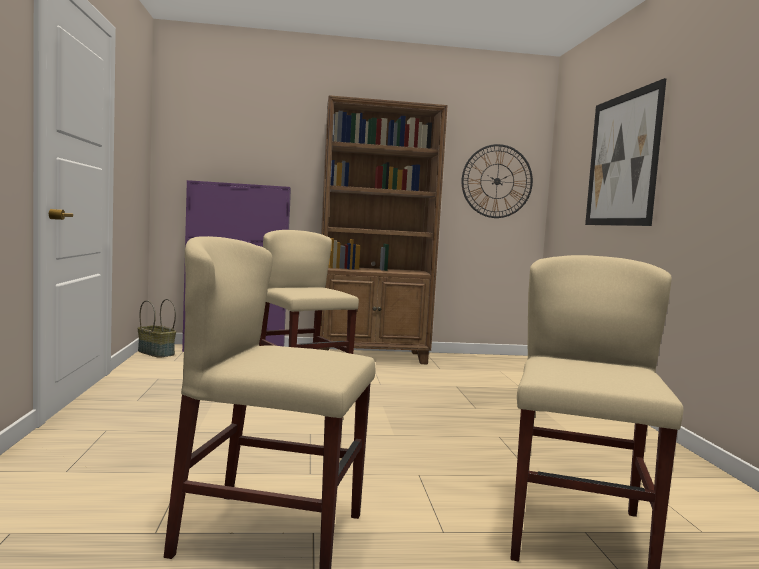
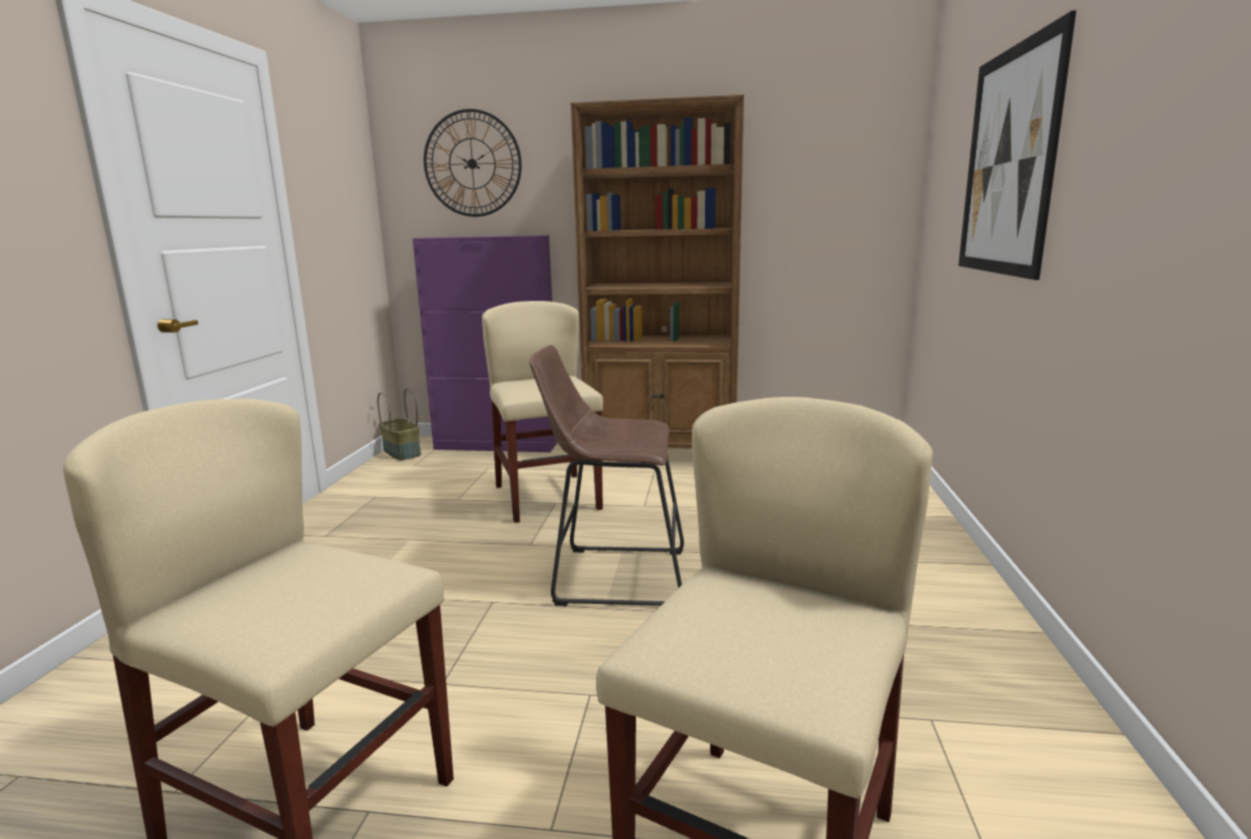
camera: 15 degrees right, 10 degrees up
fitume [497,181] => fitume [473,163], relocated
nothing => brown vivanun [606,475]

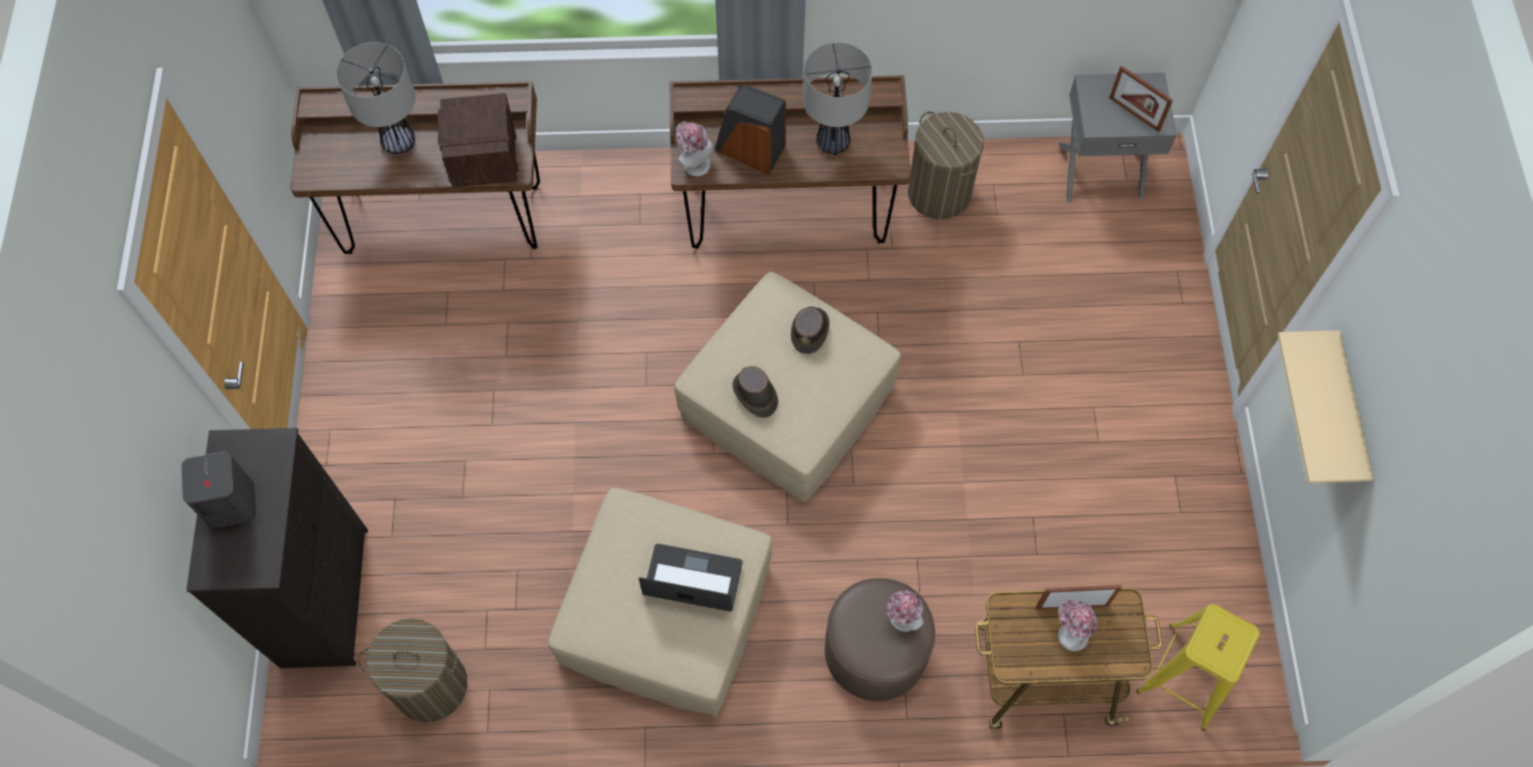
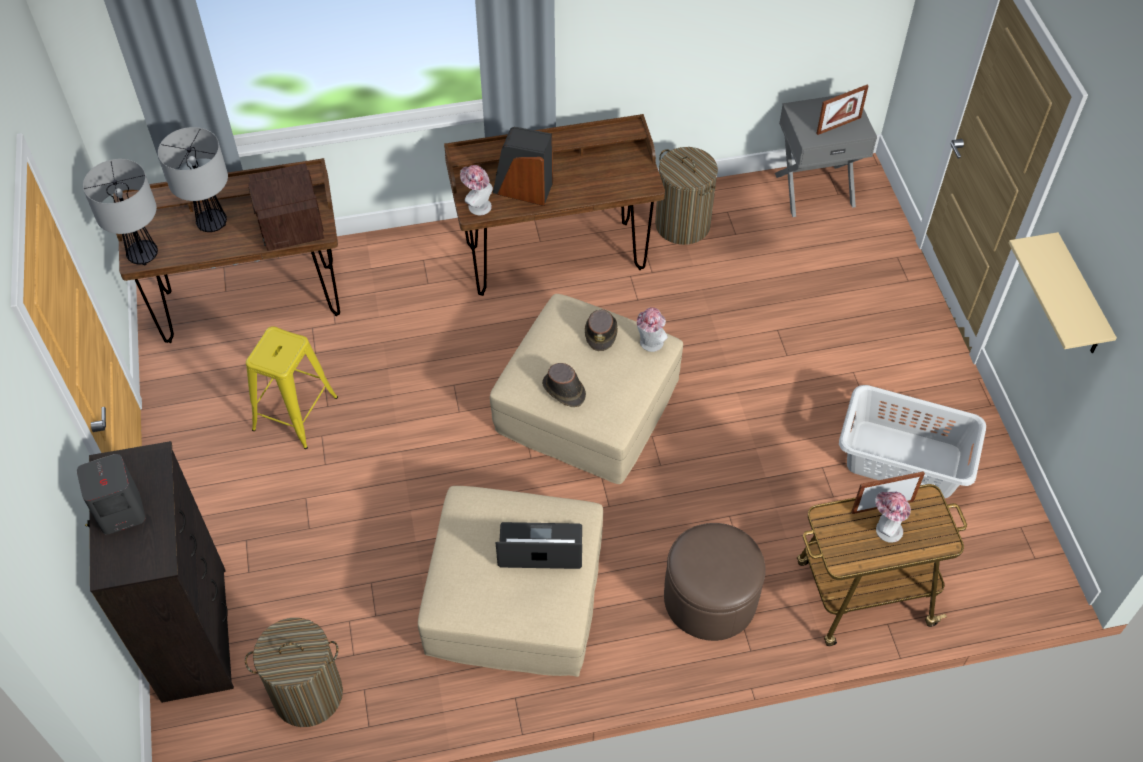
camera: 10 degrees left, 10 degrees down
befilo [838,98] => befilo [120,212], relocated
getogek [1141,98] => getogek [842,110], 60 degrees counterclockwise
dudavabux [904,611] => dudavabux [652,329], relocated
yellow vivanun [1198,667] => yellow vivanun [292,387], relocated
nothing => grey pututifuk [912,441]

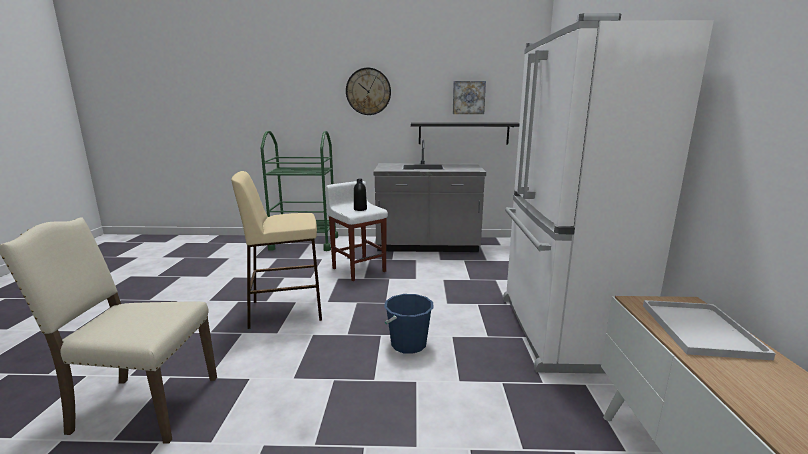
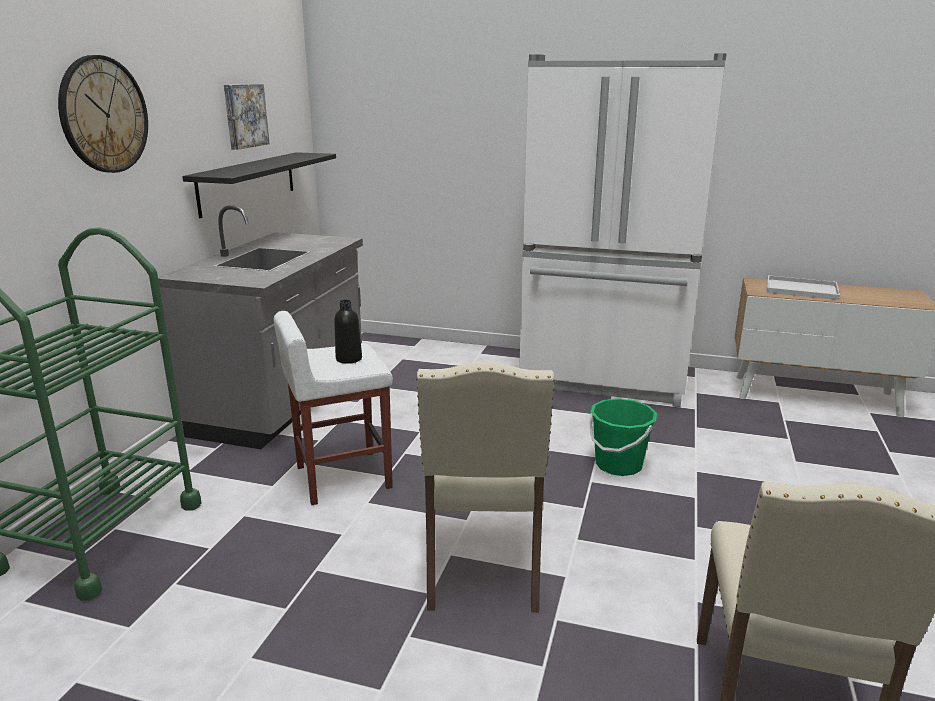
camera: 75 degrees left, 5 degrees up
beige vivanun [276,250] => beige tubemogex [485,487]
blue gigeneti [409,324] => green gigeneti [623,437]

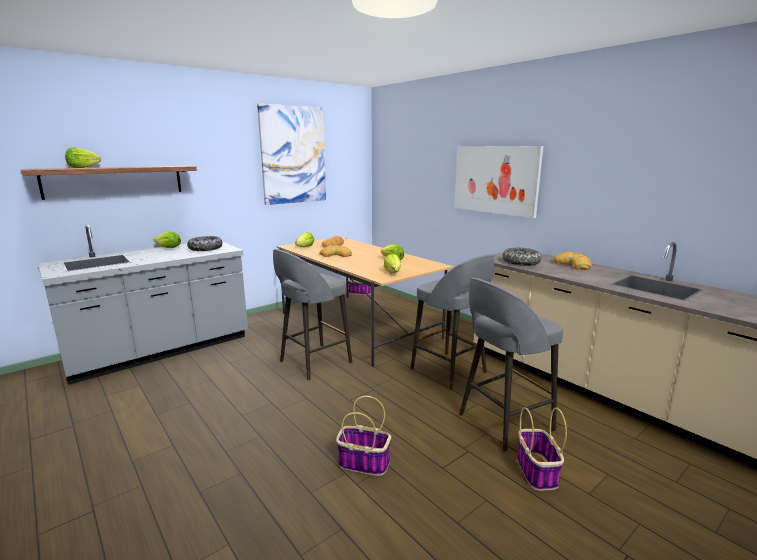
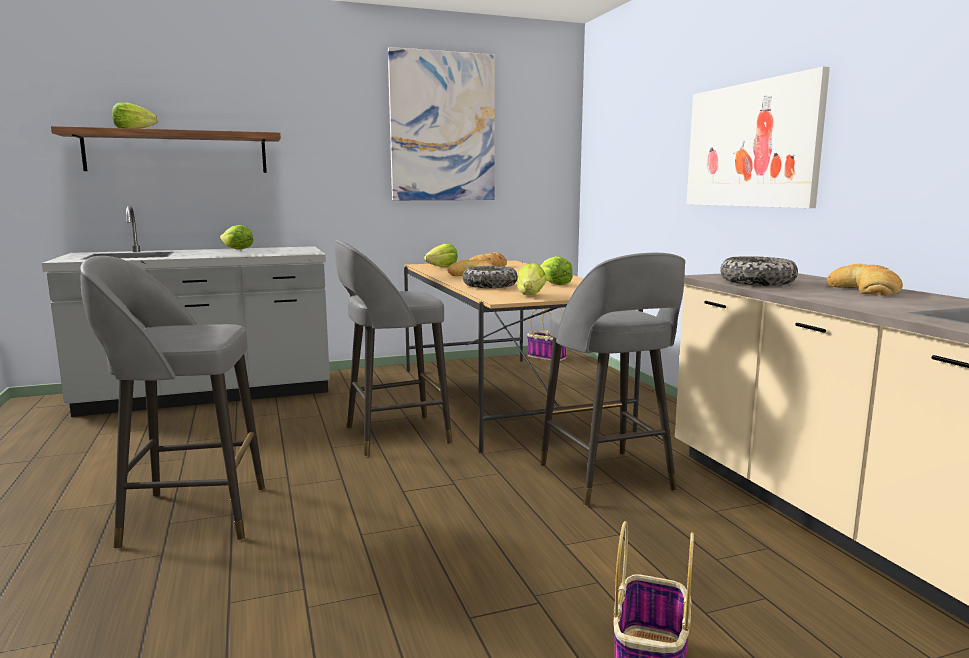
camera: 20 degrees right, 5 degrees down
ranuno [204,243] => ranuno [490,277], relocated
grey vivanun [511,365] => grey vivanun [173,402], relocated
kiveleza [363,436] => nothing

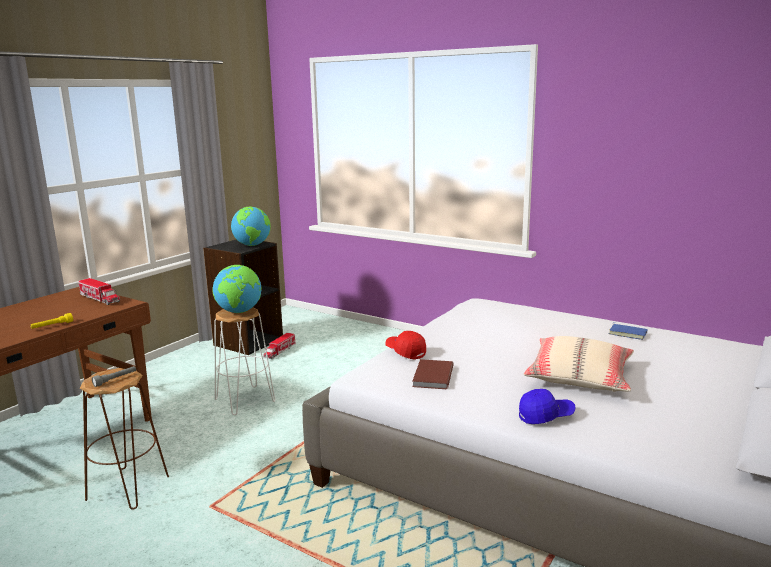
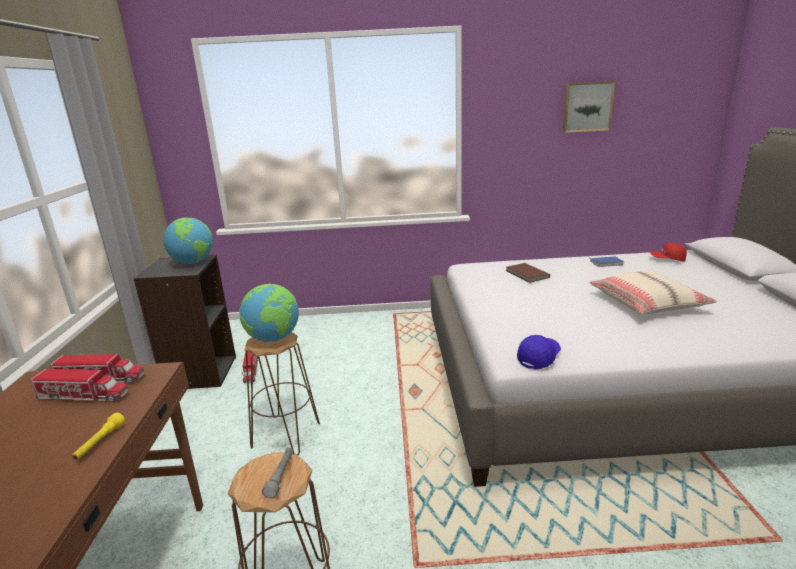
camera: 35 degrees left, 5 degrees up
white vivanun [245,361] => brown vivanun [282,393]
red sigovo [405,345] => red sigovo [668,252], relocated
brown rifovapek [432,374] => brown rifovapek [528,273], relocated
blue sigovo [547,406] => blue sigovo [539,352], relocated
nothing => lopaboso [589,107]
nothing => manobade [79,385]

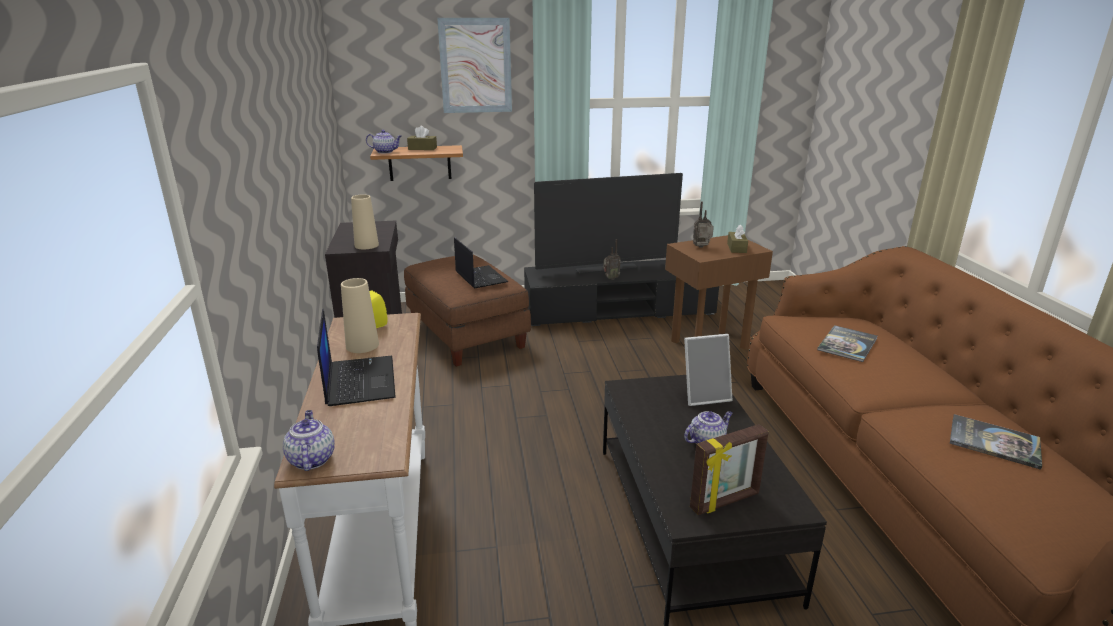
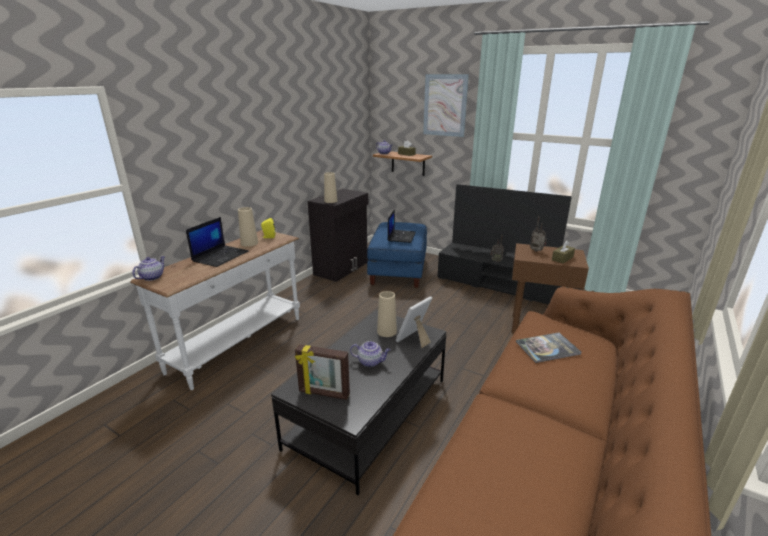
camera: 40 degrees right, 0 degrees up
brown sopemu [467,311] => blue sopemu [397,255]
getogek [708,370] => getogek [414,322], 105 degrees clockwise
rifovapek [996,442] => nothing
nothing => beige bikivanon [387,314]

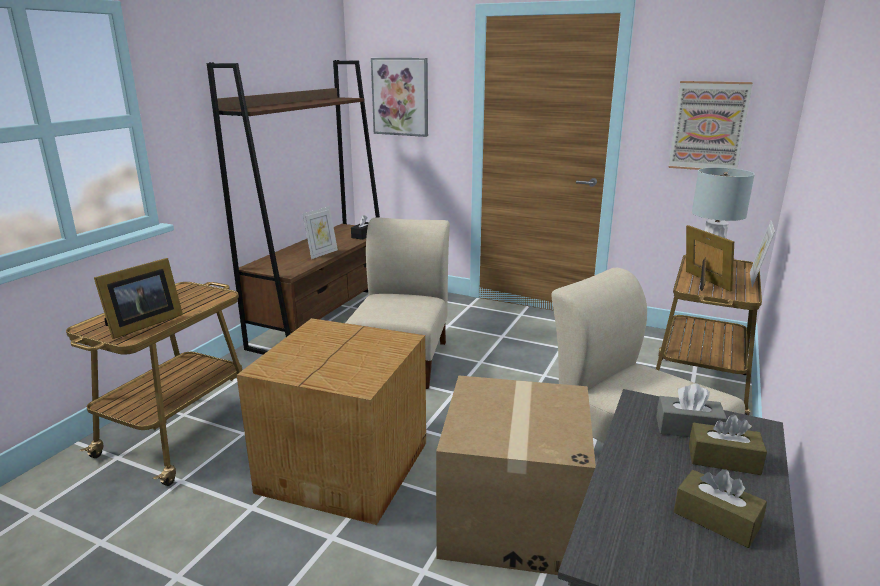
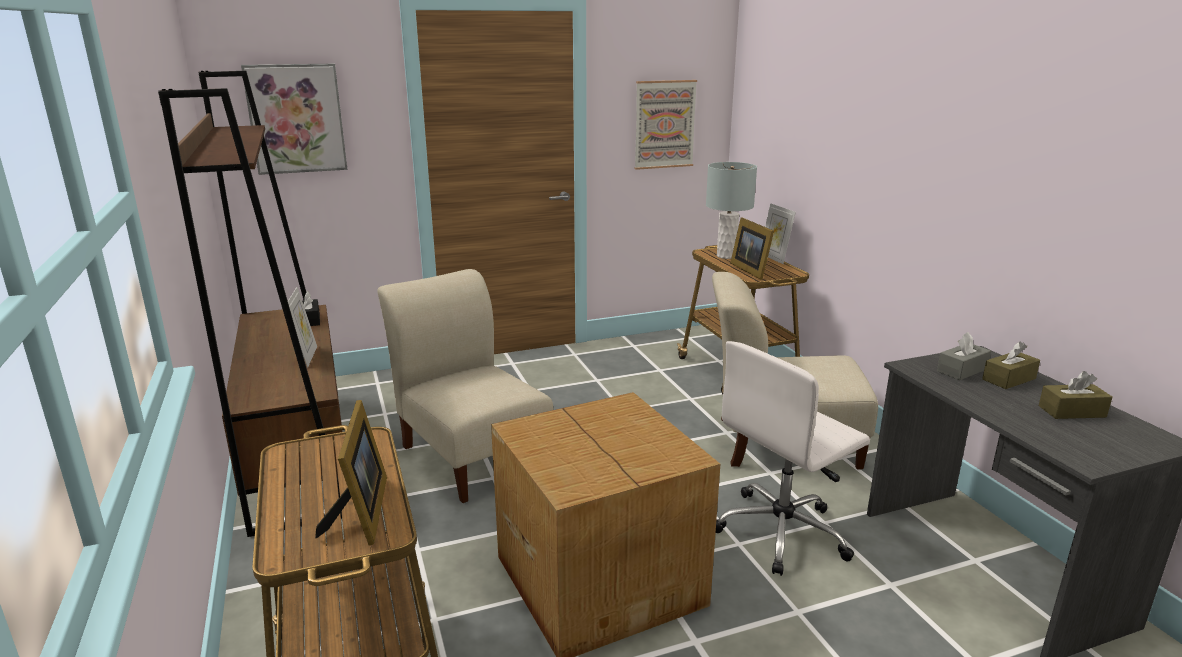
camera: 45 degrees left, 0 degrees up
getogek [710,258] => getogek [752,248], 135 degrees counterclockwise
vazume [516,475] => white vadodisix [793,458]

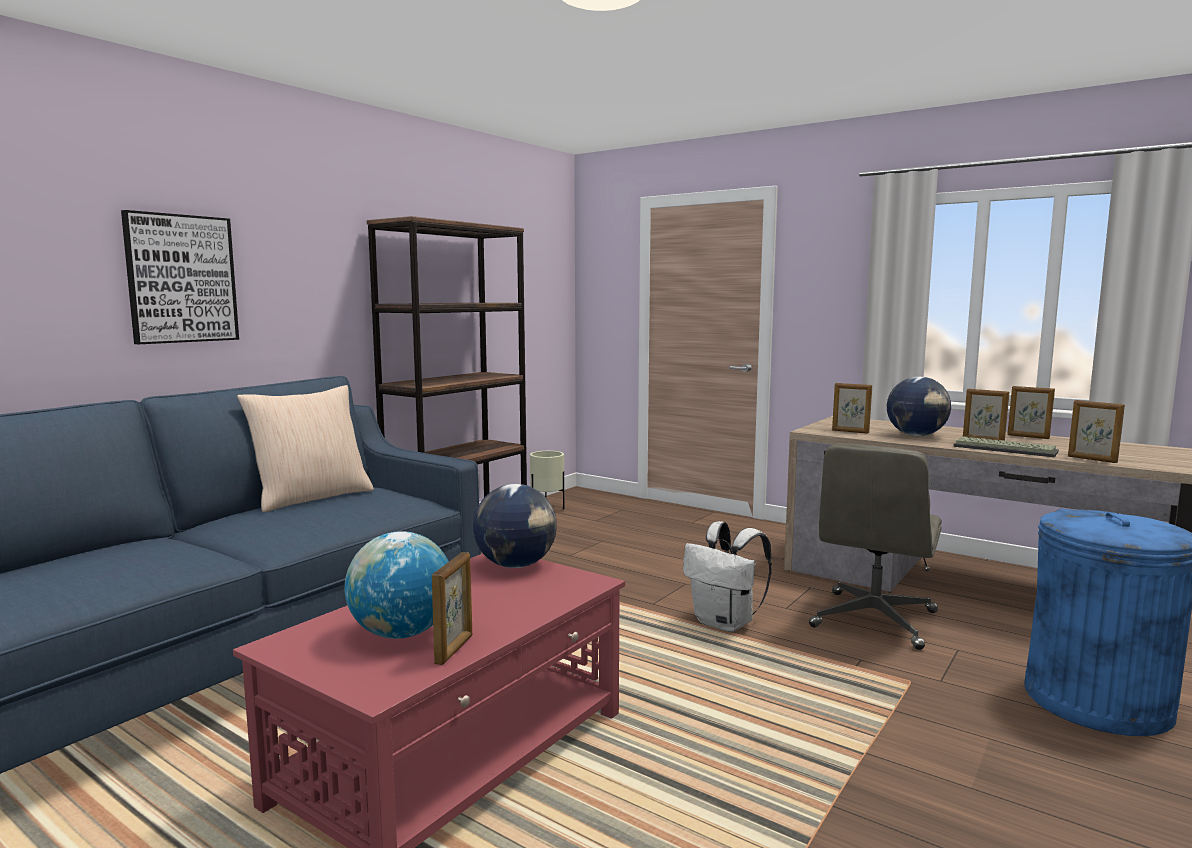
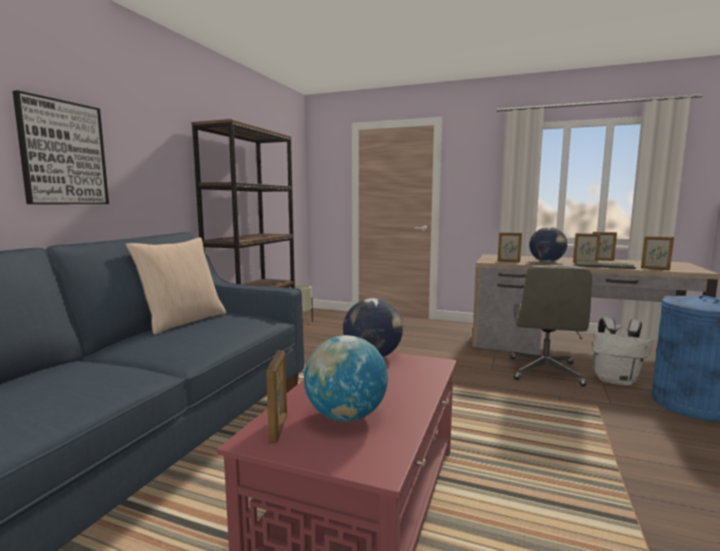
camera: 15 degrees left, 0 degrees up
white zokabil [727,576] => white zokabil [622,351], relocated
getogek [452,608] => getogek [276,396], relocated

